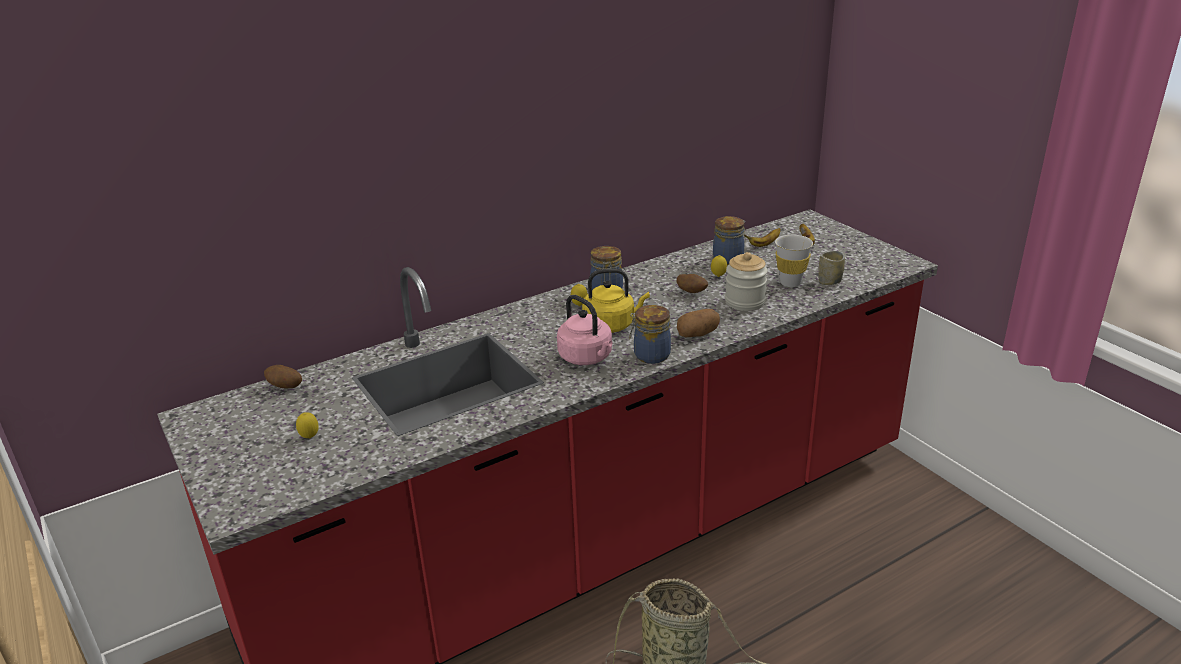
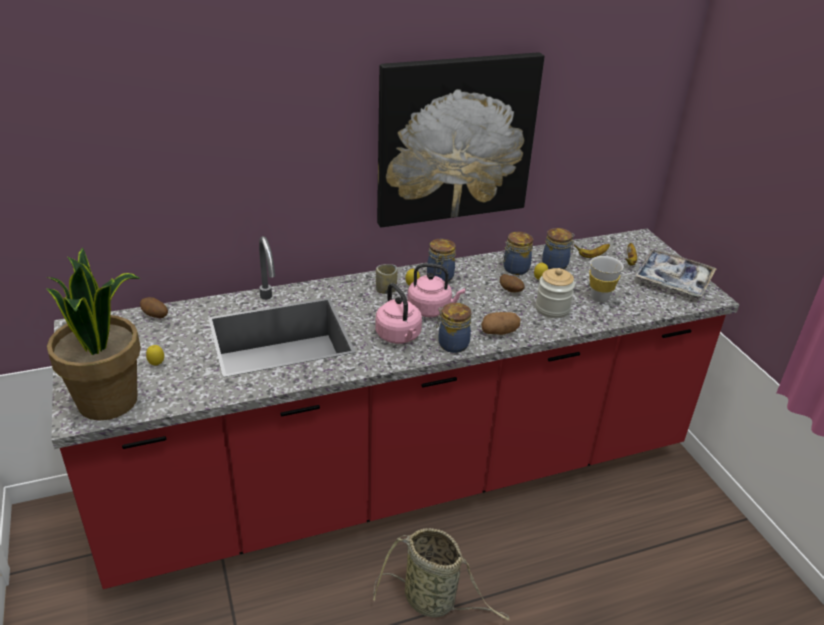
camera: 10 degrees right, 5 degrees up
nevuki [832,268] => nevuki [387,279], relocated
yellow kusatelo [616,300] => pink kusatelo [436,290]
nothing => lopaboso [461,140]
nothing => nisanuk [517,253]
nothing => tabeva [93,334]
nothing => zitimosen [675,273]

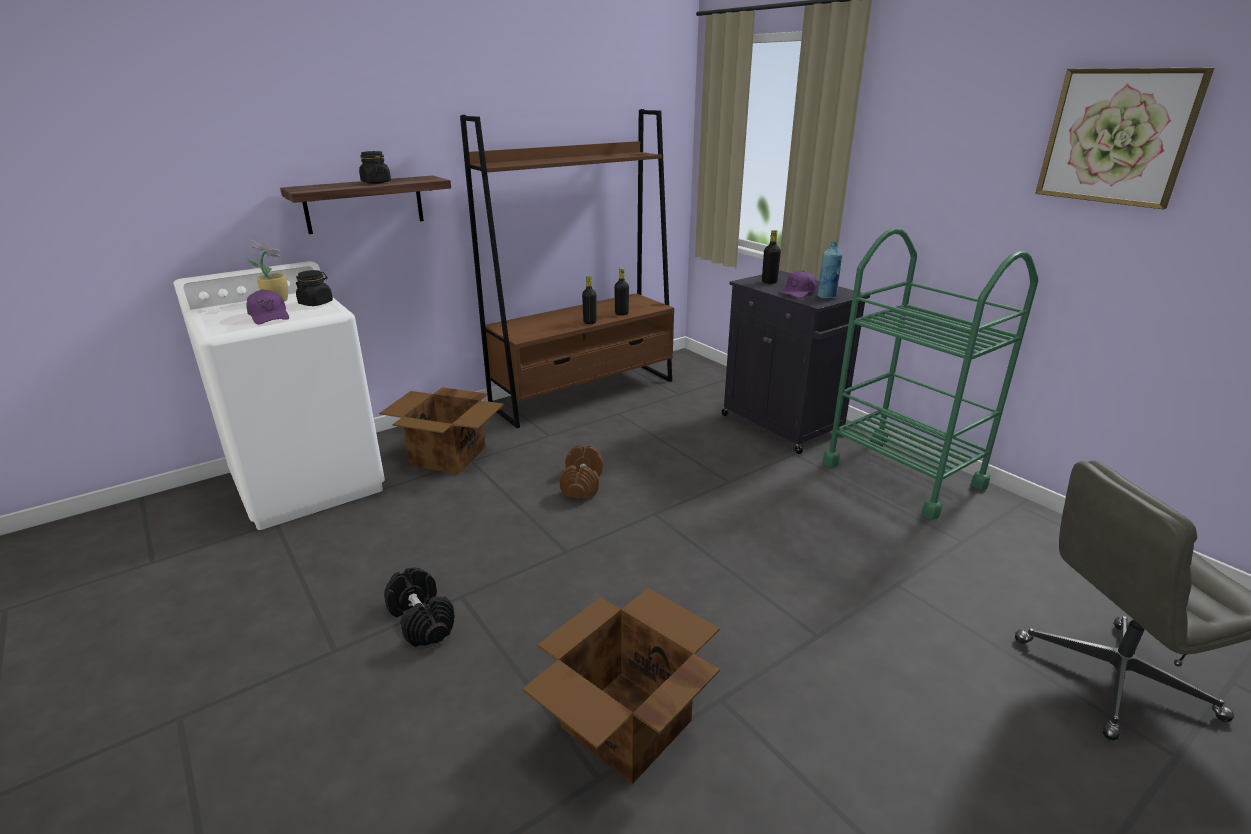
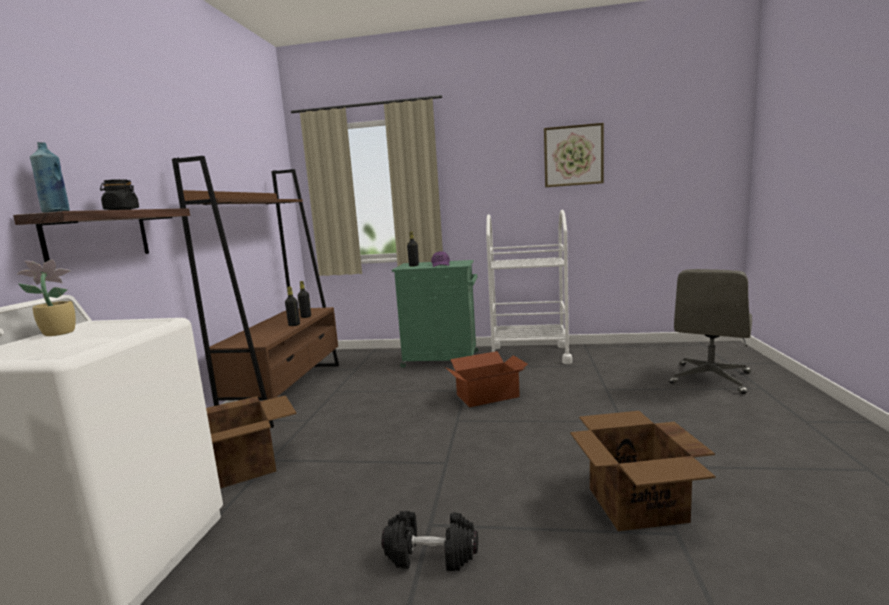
camera: 45 degrees left, 15 degrees down
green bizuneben [930,373] => white bizuneben [529,287]
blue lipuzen [830,270] => blue lipuzen [50,177], relocated
black nisanuk [314,288] => nothing
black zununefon [796,362] => green zununefon [435,314]
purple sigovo [267,307] => nothing
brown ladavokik [581,471] => nothing
nothing => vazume [486,379]

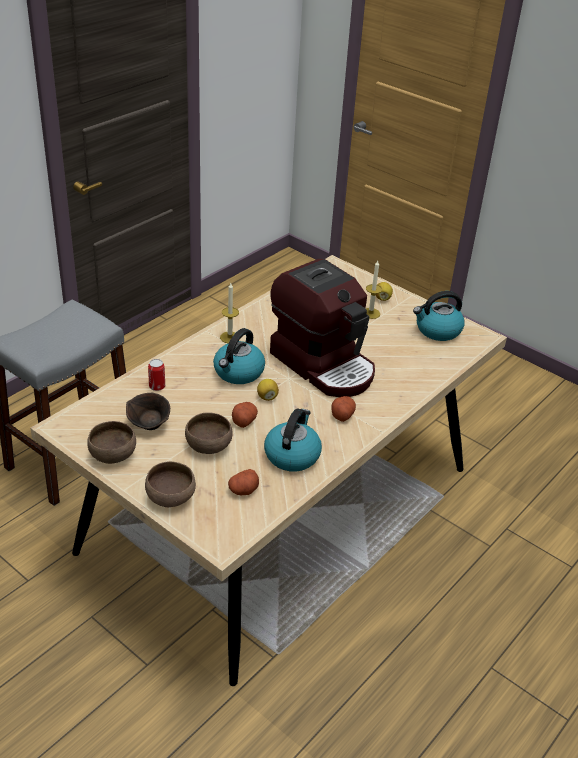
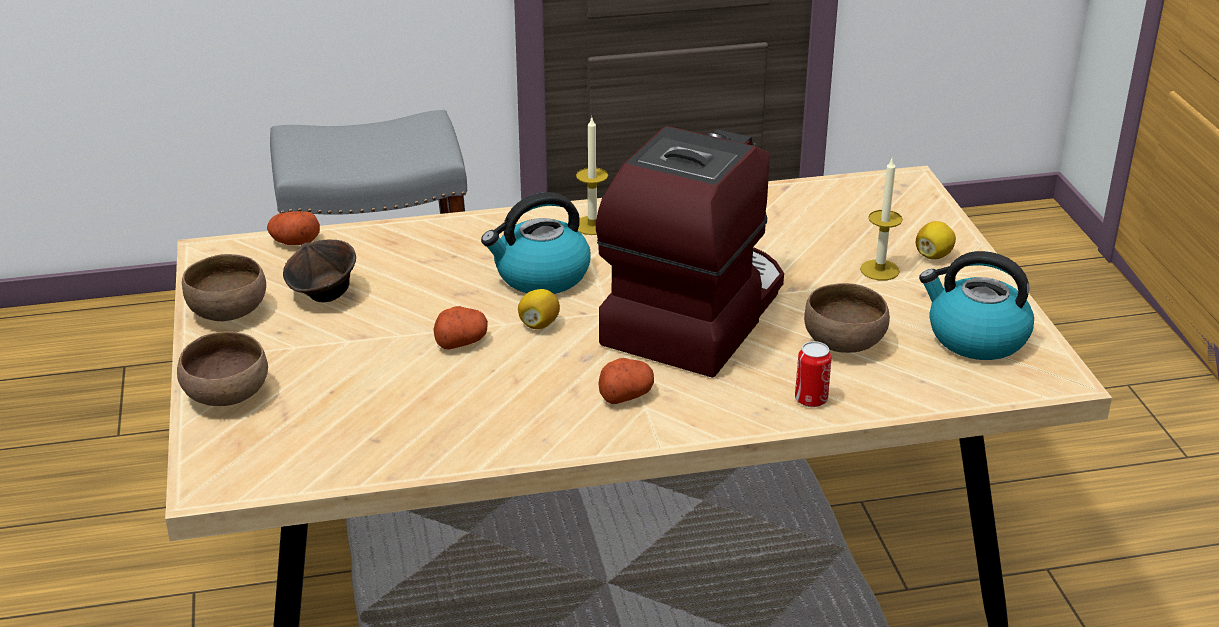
camera: 40 degrees right, 5 degrees down
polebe [322,328] => polebe [690,252], 150 degrees counterclockwise
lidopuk [156,375] => lidopuk [813,374], relocated
kusatelo [293,440] => nothing
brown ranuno [209,433] => brown ranuno [847,318], relocated
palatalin [243,482] => palatalin [293,228], relocated

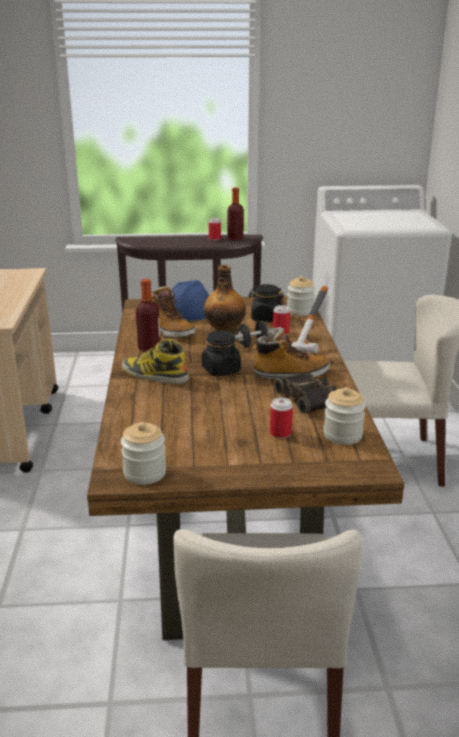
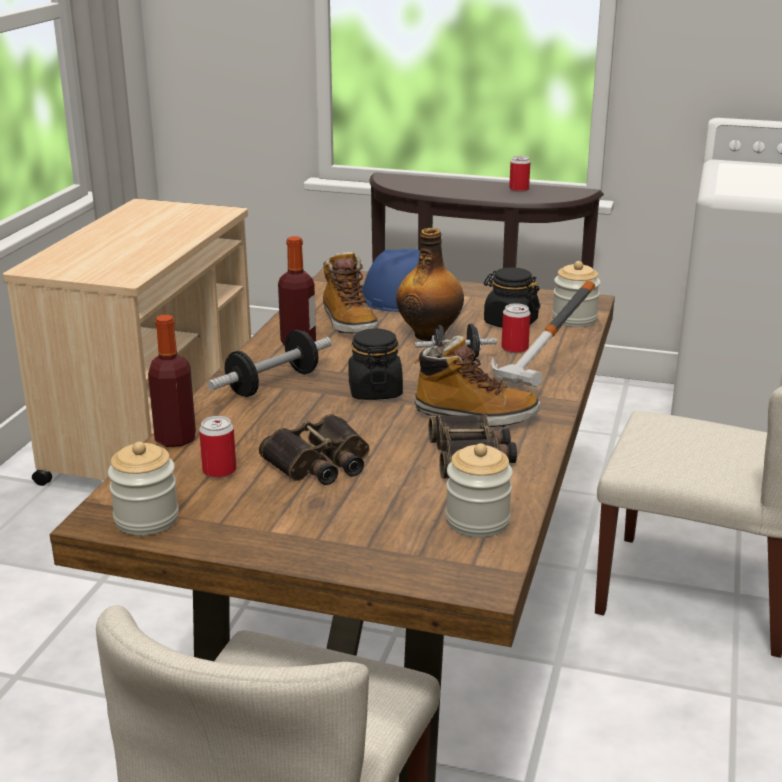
camera: 20 degrees right, 0 degrees up
lipuzen [235,213] => lipuzen [172,381], relocated
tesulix [155,361] => ladavokik [269,363]
lidopuk [281,417] => lidopuk [217,447], relocated
nothing => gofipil [314,449]

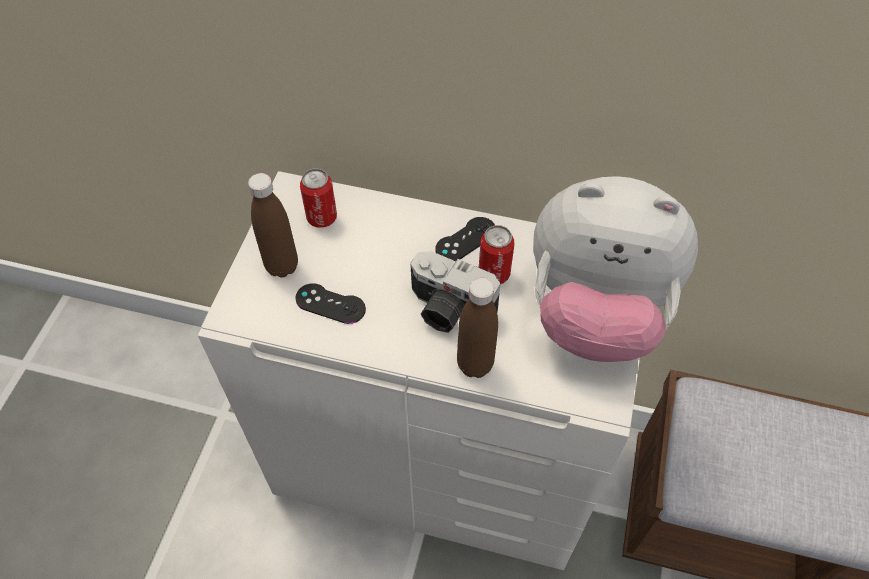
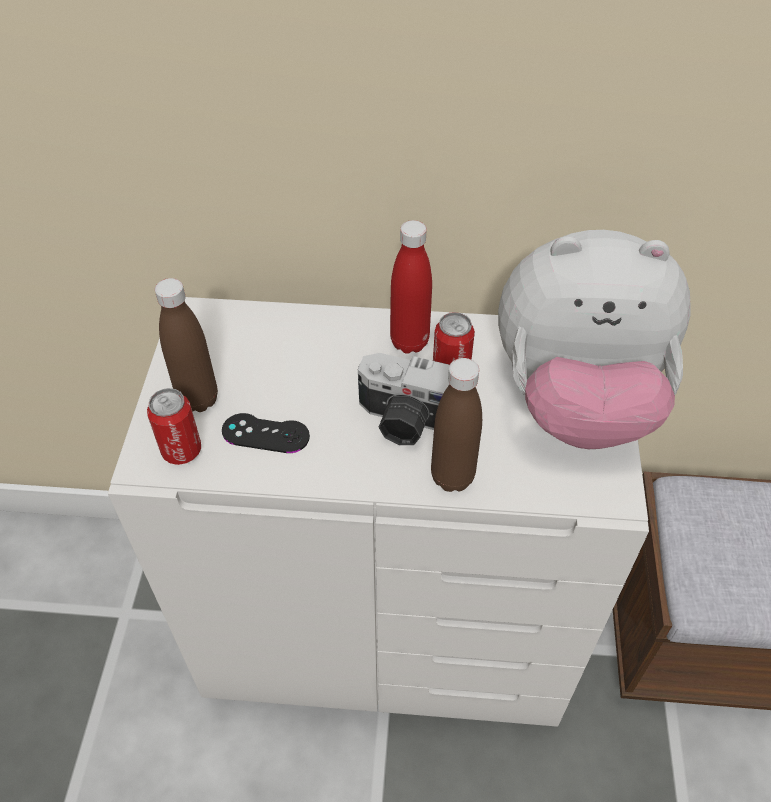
camera: 10 degrees left, 5 degrees down
lidopuk [318,198] => lidopuk [174,426], relocated
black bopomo [465,239] => red lipuzen [411,287]

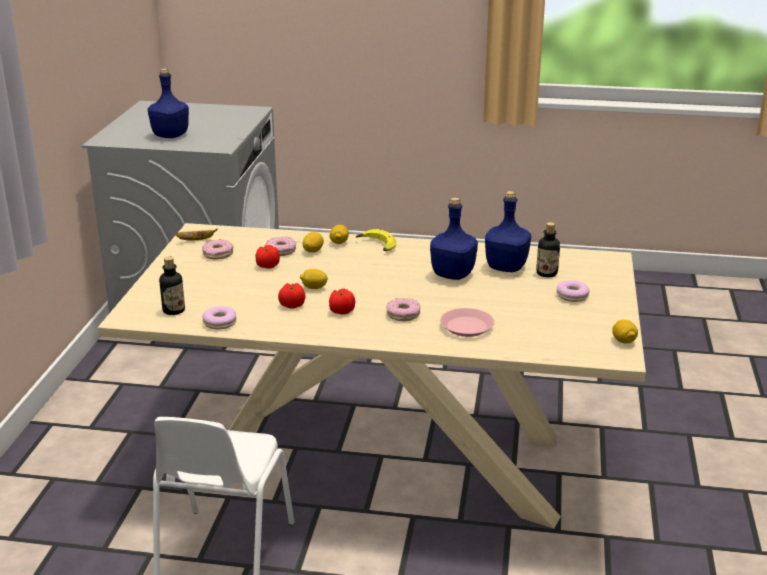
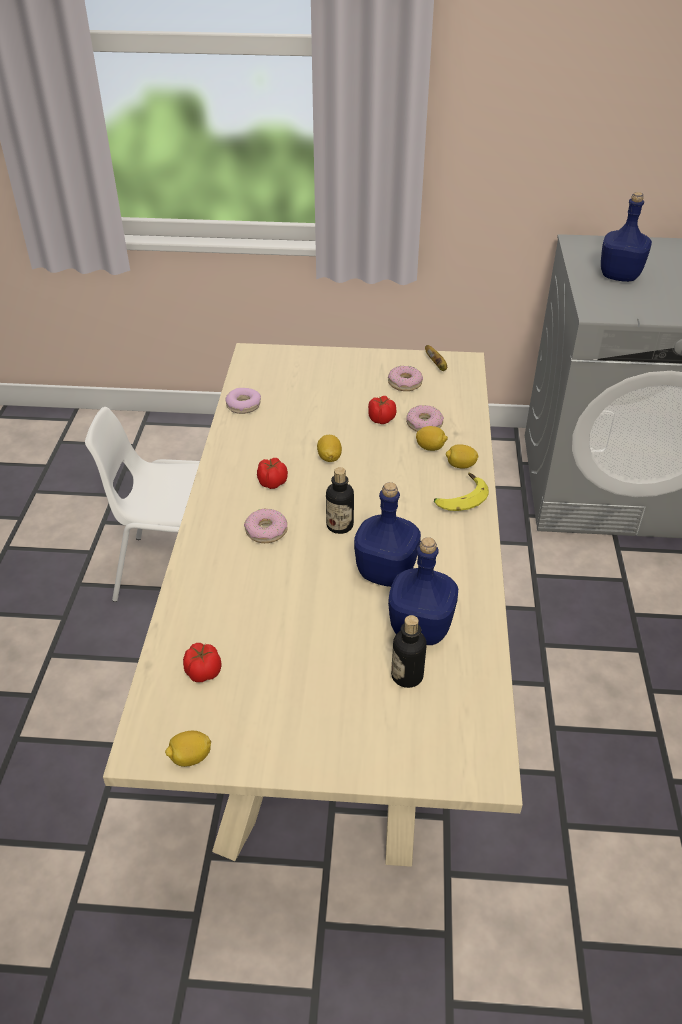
camera: 85 degrees right, 15 degrees up
lipuzen [172,285] => lipuzen [340,500], relocated
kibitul [573,291] => nothing
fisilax [292,296] => fisilax [202,662], relocated
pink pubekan [467,322] => nothing

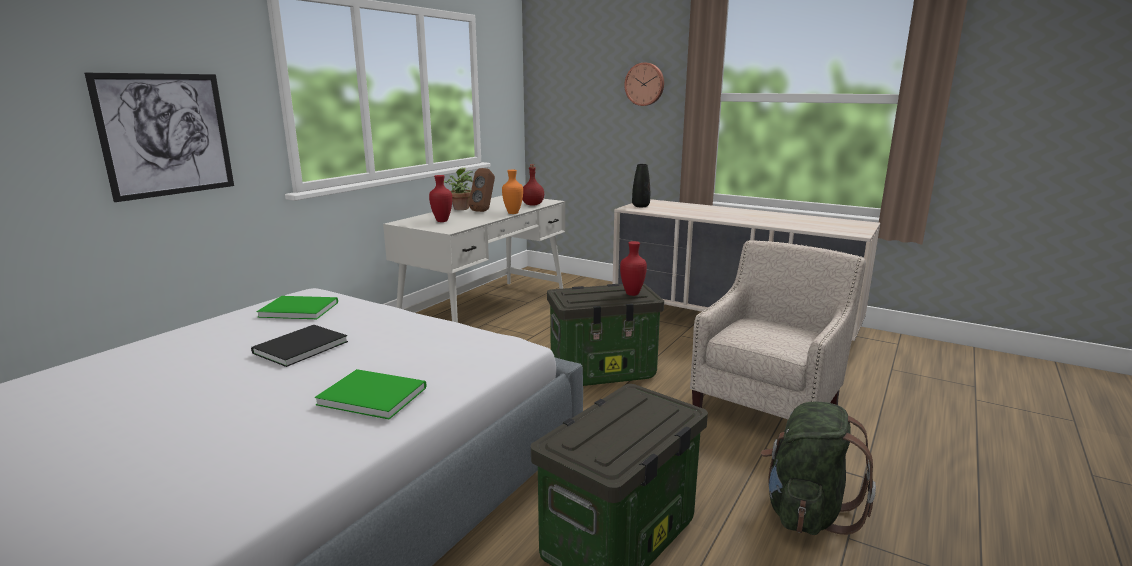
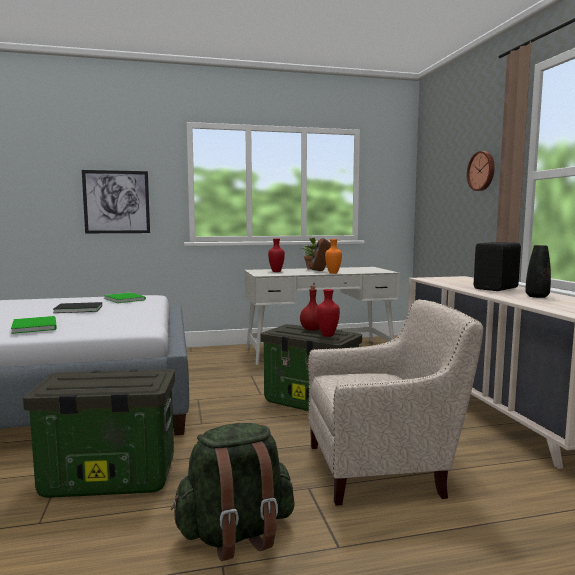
camera: 45 degrees right, 10 degrees down
red lipuzen [533,184] => red lipuzen [310,308], relocated
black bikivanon [641,185] => black bikivanon [538,271], relocated
nothing => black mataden [497,266]

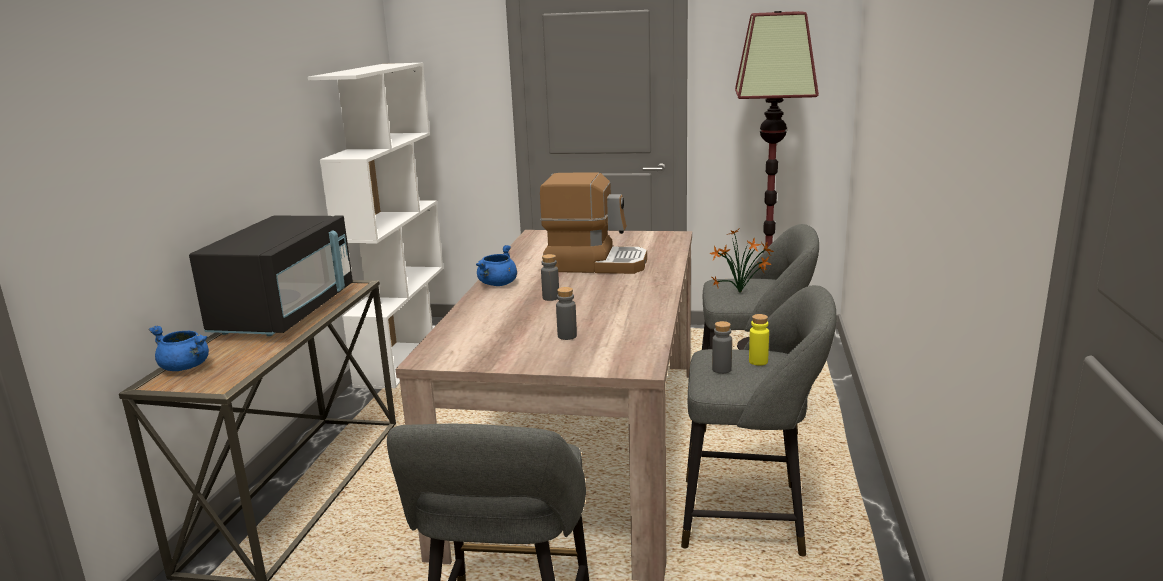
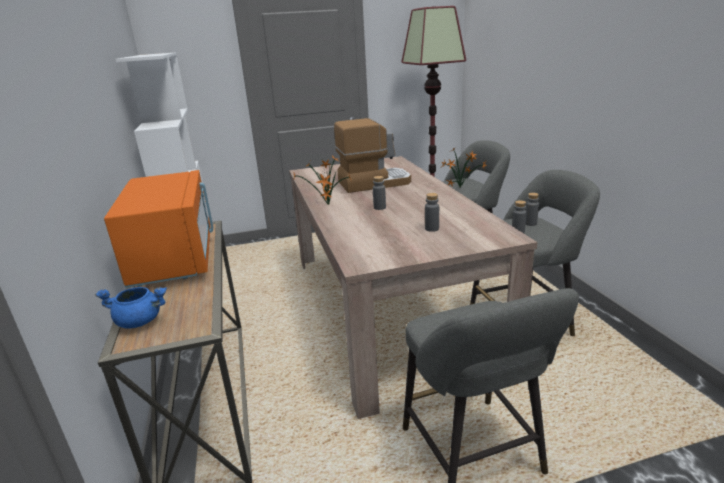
camera: 25 degrees left, 5 degrees up
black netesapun [271,275] => orange netesapun [158,229]
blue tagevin [496,265] => tabeva [322,180]
yellow lipuzen [759,340] => grey lipuzen [532,209]

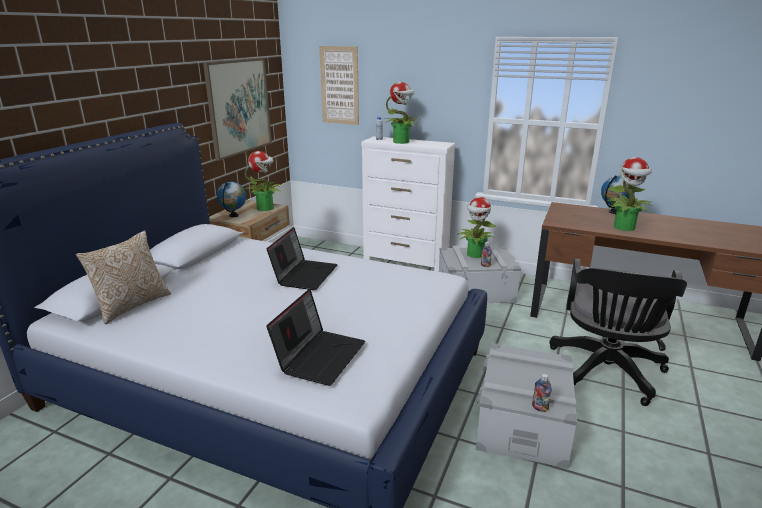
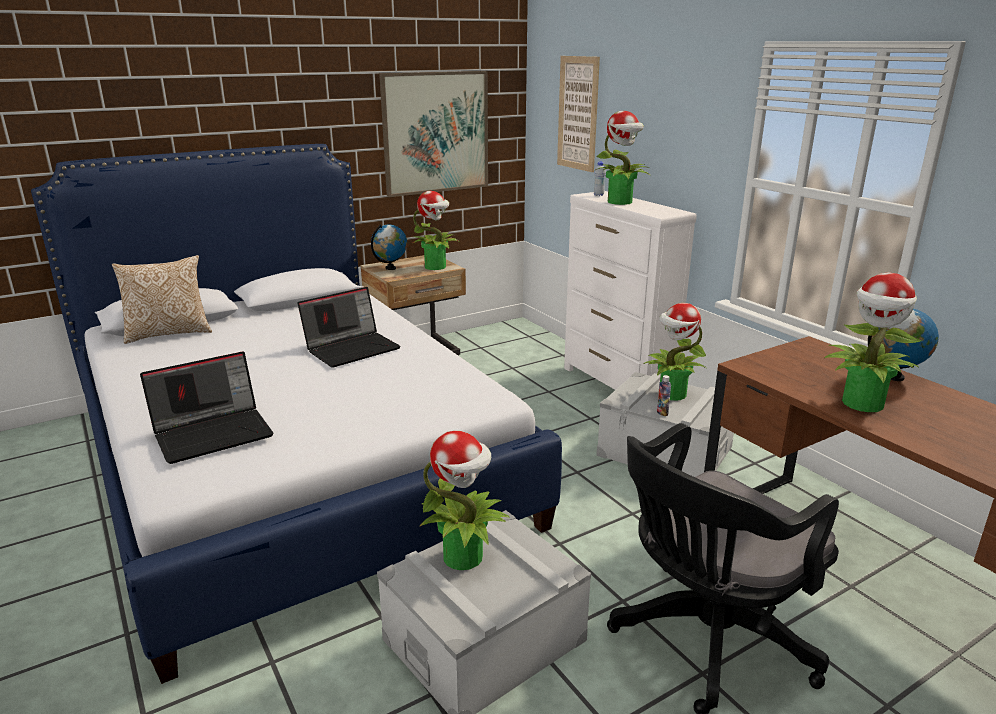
camera: 35 degrees right, 0 degrees up
lipuzen [542,393] => nothing
nothing => tabeva [465,500]

